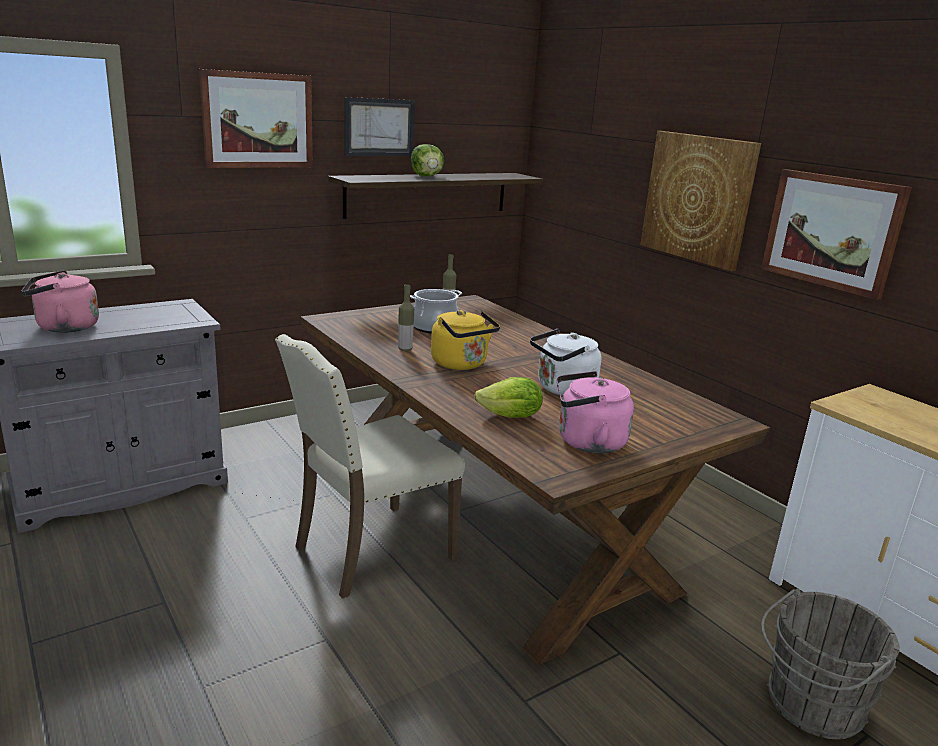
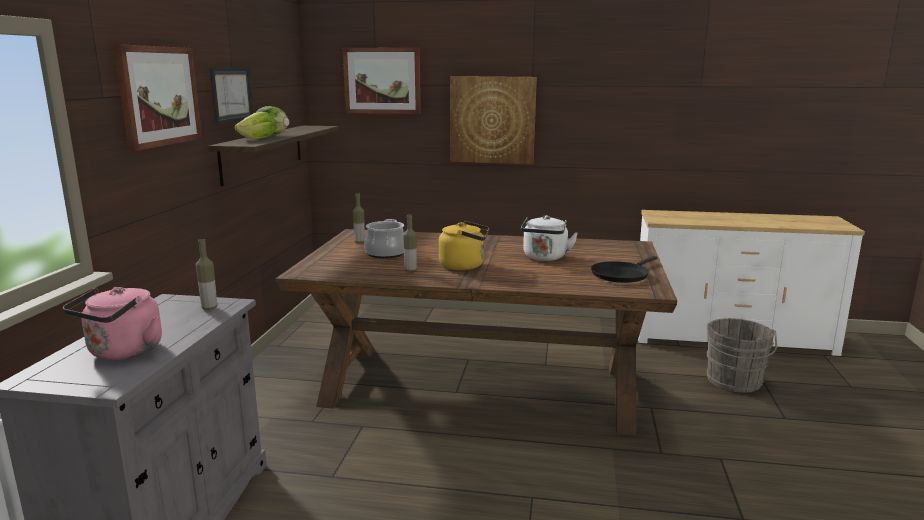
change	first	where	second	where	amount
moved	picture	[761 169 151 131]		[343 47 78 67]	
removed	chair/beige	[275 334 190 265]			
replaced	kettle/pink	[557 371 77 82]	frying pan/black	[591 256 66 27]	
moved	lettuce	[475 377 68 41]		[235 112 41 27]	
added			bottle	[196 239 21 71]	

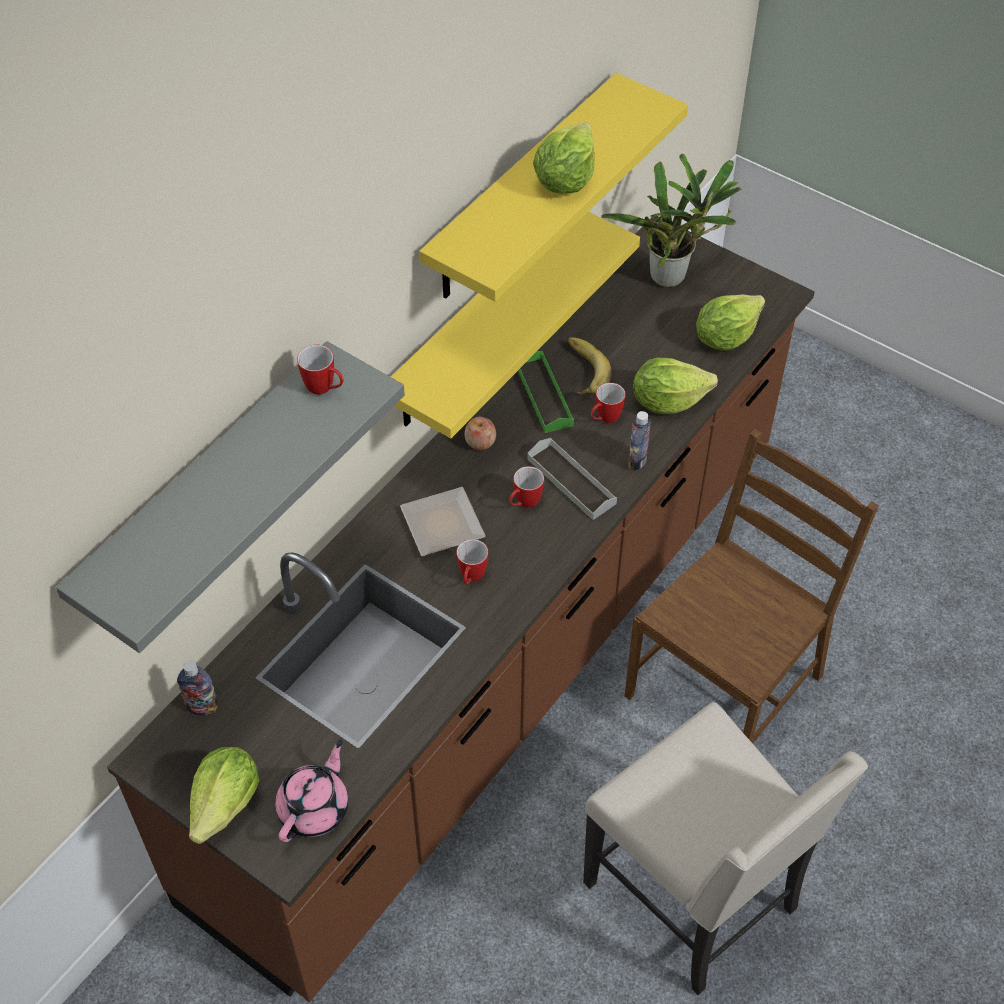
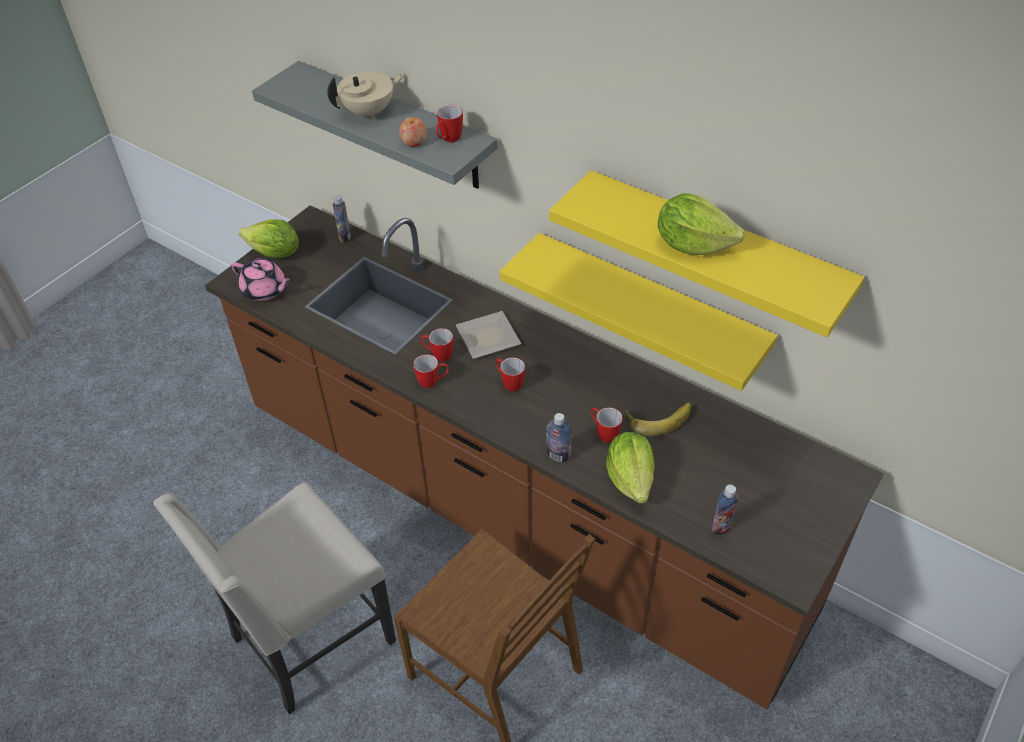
change	first	where	second	where	amount
removed	potted plant	[601 153 141 134]			
replaced	lettuce	[696 294 69 57]	bottle	[711 485 28 50]	
removed	tray/green	[518 351 56 82]			
moved	apple	[465 417 31 33]		[399 117 28 30]	
removed	tray/grey	[527 438 90 82]			
added			teapot/beige	[327 72 78 48]	
added			mug	[413 354 36 34]	

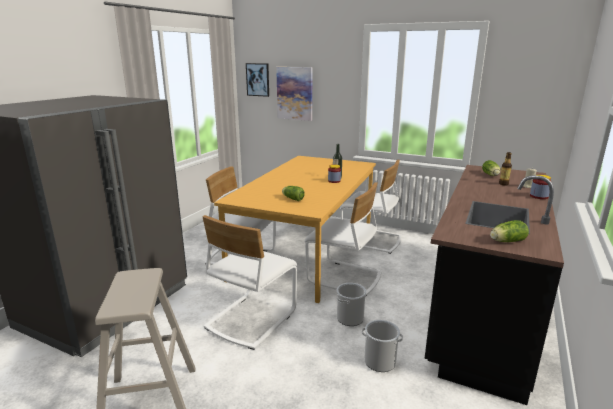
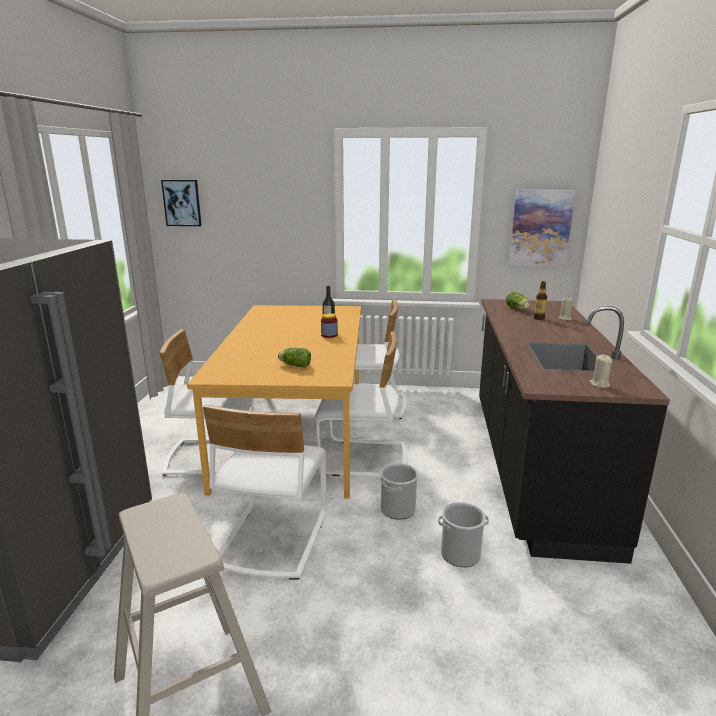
change	first	where	second	where	amount
moved	picture	[276 67 36 54]		[509 190 67 76]	
removed	jar	[530 175 21 24]			
replaced	lettuce	[490 220 39 22]	candle/beige	[589 355 23 33]	

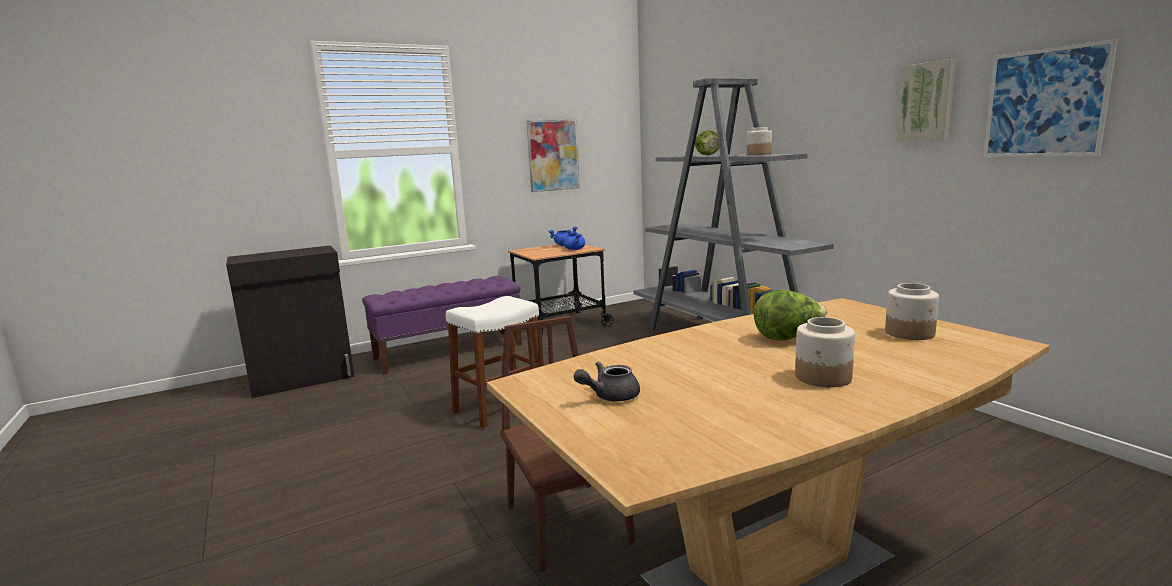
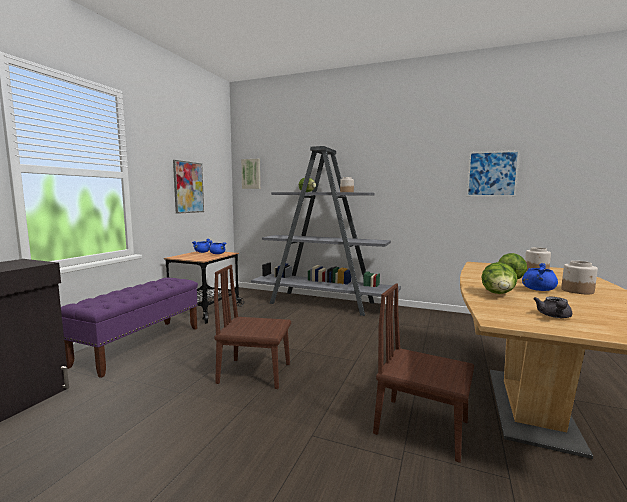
change	first	where	second	where	amount
moved	picture	[896 59 60 83]		[241 159 19 30]	
replaced	stool/white	[446 296 94 133]	chair/brown	[214 265 77 124]	
added			lettuce	[481 262 36 32]	
added			cooking pot/blue	[522 263 36 28]	

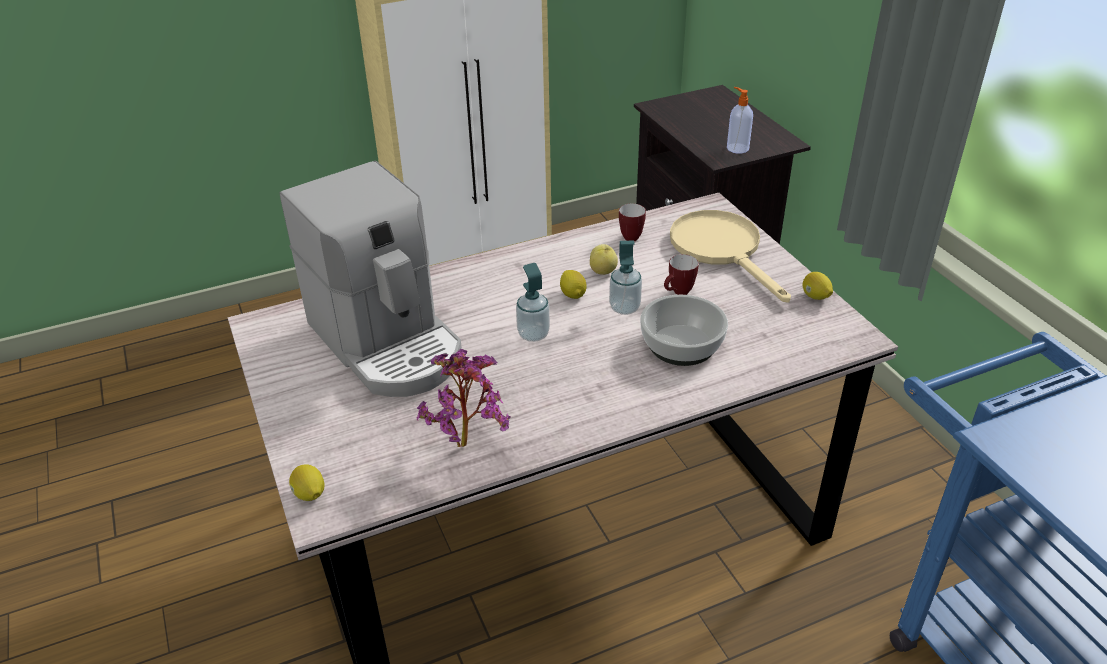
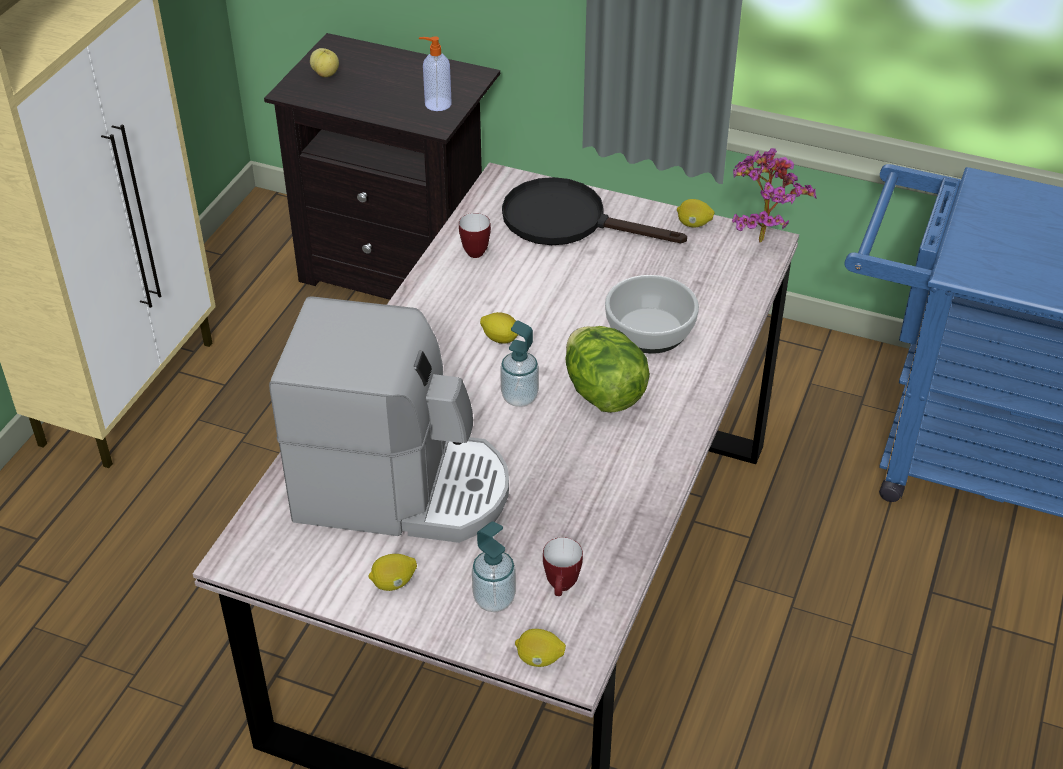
change	first	where	second	where	amount
recoloured	frying pan/beige	[670 210 121 93]	frying pan/black	[502 177 185 68]	
moved	soap dispenser	[609 241 33 74]		[472 521 44 91]	
moved	apple	[590 244 28 31]		[310 48 29 29]	
moved	mug	[664 254 35 41]		[543 537 40 59]	
moved	potted plant	[417 349 93 98]		[732 148 85 95]	
added			lettuce	[565 326 85 87]	
added			lemon	[368 554 49 37]	

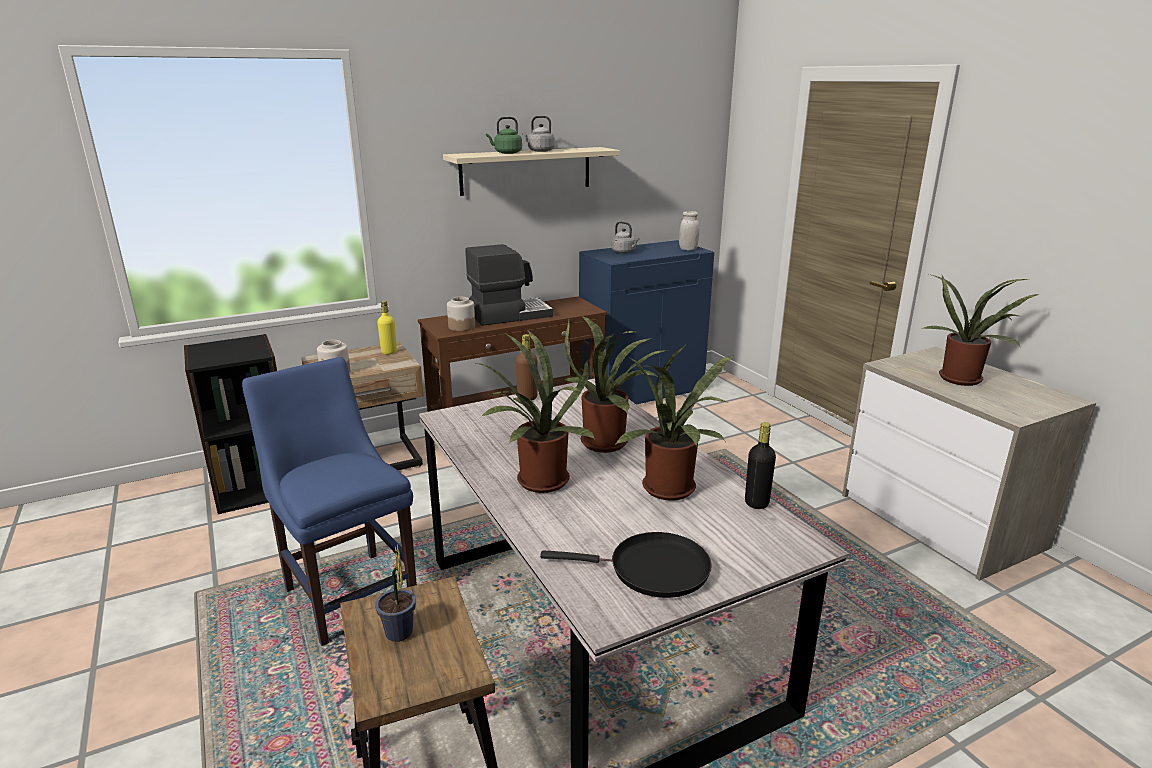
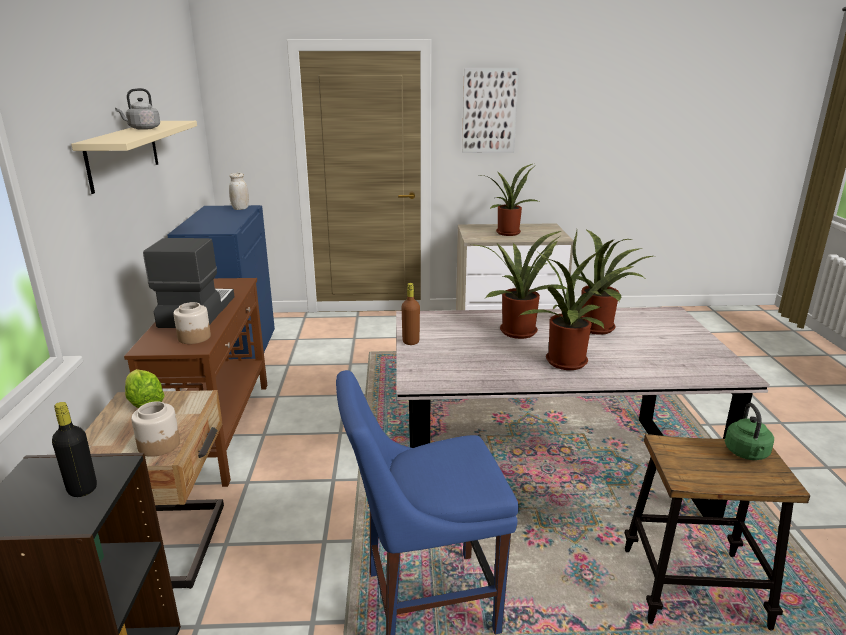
change	first	where	second	where	amount
moved	kettle/green	[486 117 36 37]		[725 403 49 57]	
removed	kettle/grey	[611 221 28 32]			
replaced	bottle/yellow	[377 301 20 54]	lettuce	[125 369 40 39]	
moved	bottle/black	[745 422 31 87]		[52 402 45 95]	
removed	frying pan/black	[540 532 172 66]			
removed	potted plant	[375 544 41 98]			
added			picture	[462 68 57 85]	

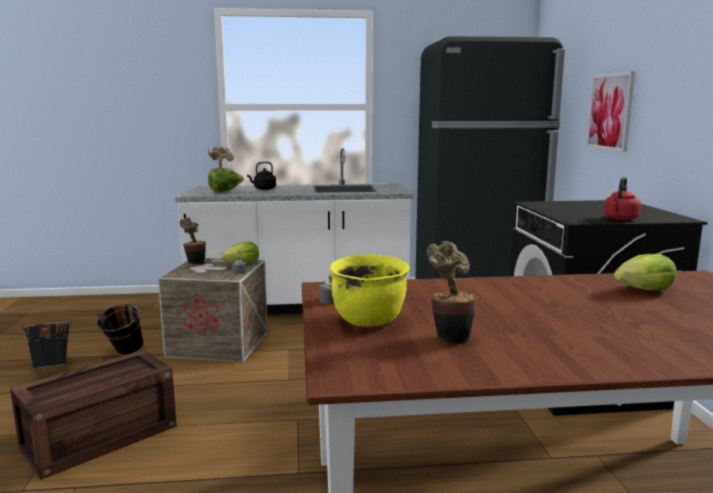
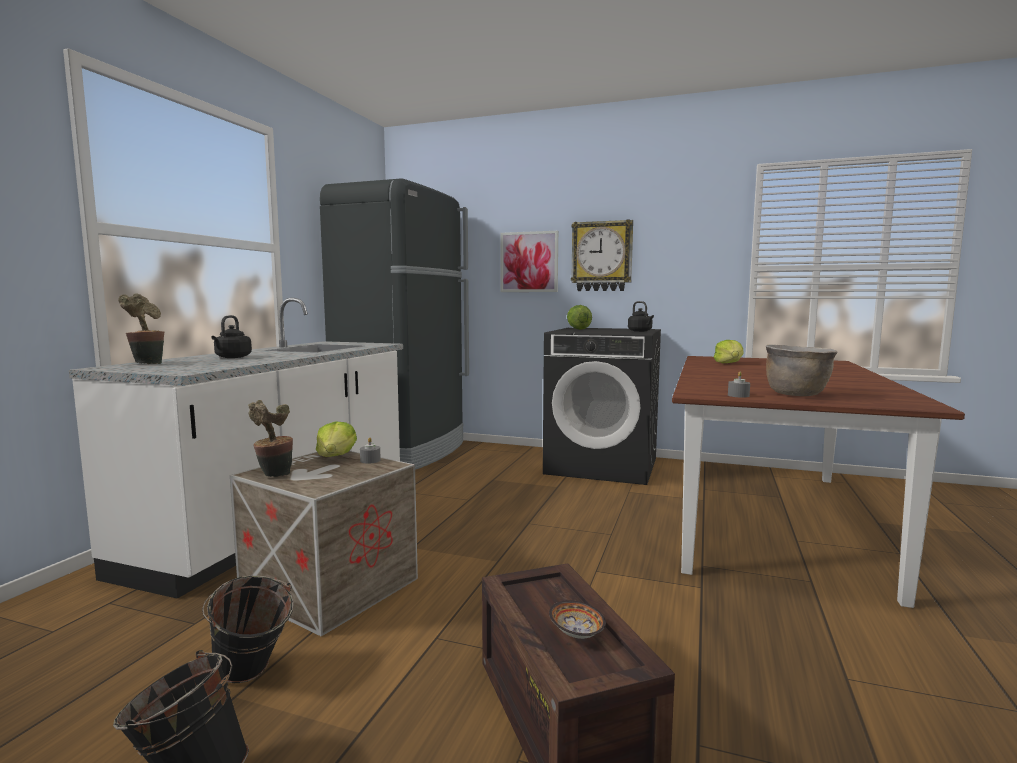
change	first	where	second	where	amount
moved	lettuce	[208 168 36 24]		[567 305 25 25]	
recoloured	kettle/red	[604 177 37 43]	kettle/black	[628 301 26 31]	
removed	potted plant	[426 241 52 103]			
recoloured	cooking pot/yellow	[330 254 80 73]	cooking pot/brown	[766 345 72 51]	
added			wall clock	[571 220 62 71]	
added			bowl	[549 600 57 39]	

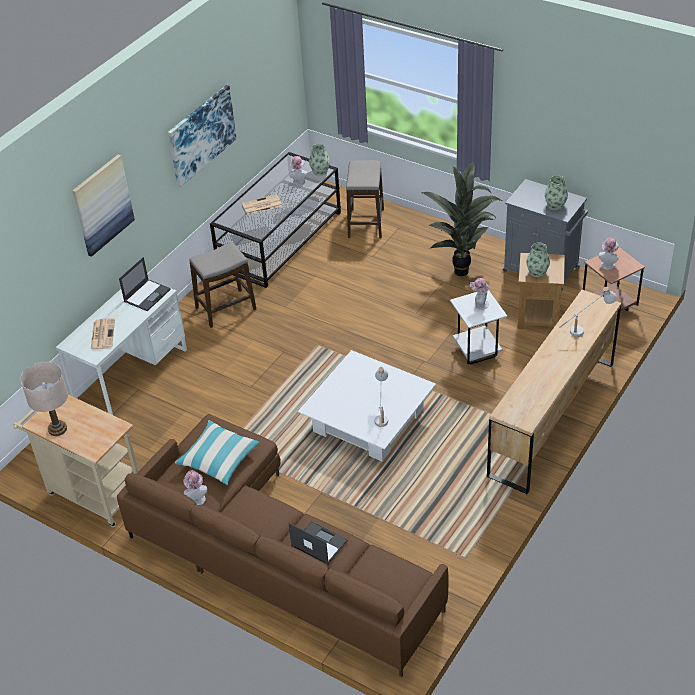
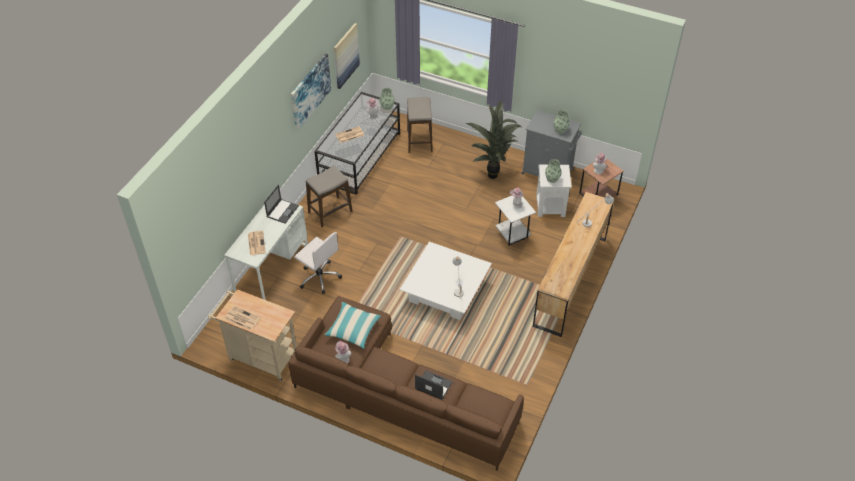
change	first	where	second	where	amount
moved	picture	[72 155 63 102]		[334 23 26 66]	
recoloured	side table/brown	[518 253 47 78]	side table/white	[536 165 36 52]	
replaced	table lamp/beige	[20 362 48 74]	newspaper	[224 306 36 24]	
added			office chair/white	[294 232 48 62]	

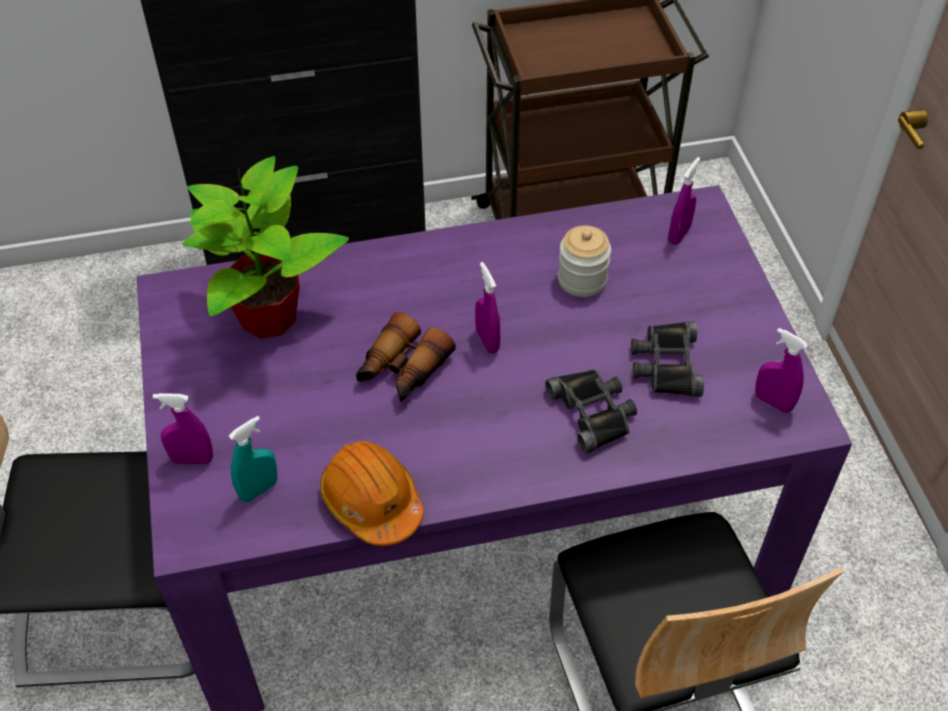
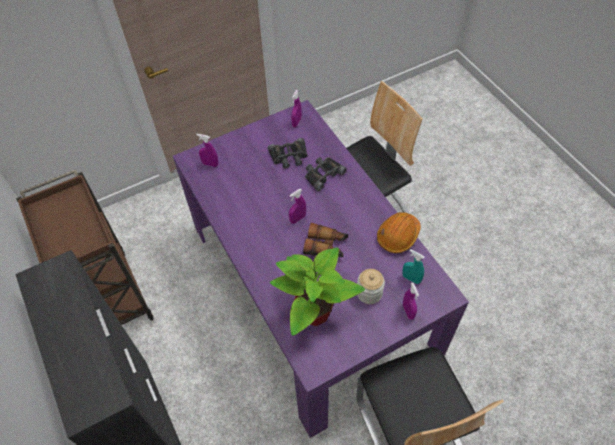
change	first	where	second	where	amount
moved	jar	[558 225 53 72]		[357 269 28 35]	

